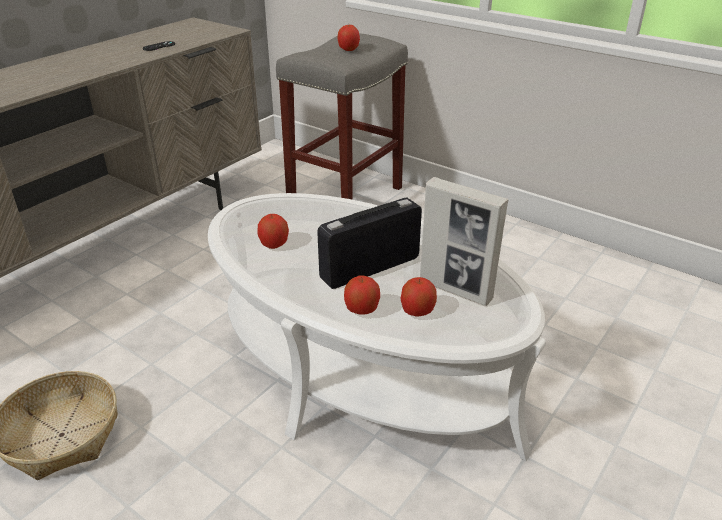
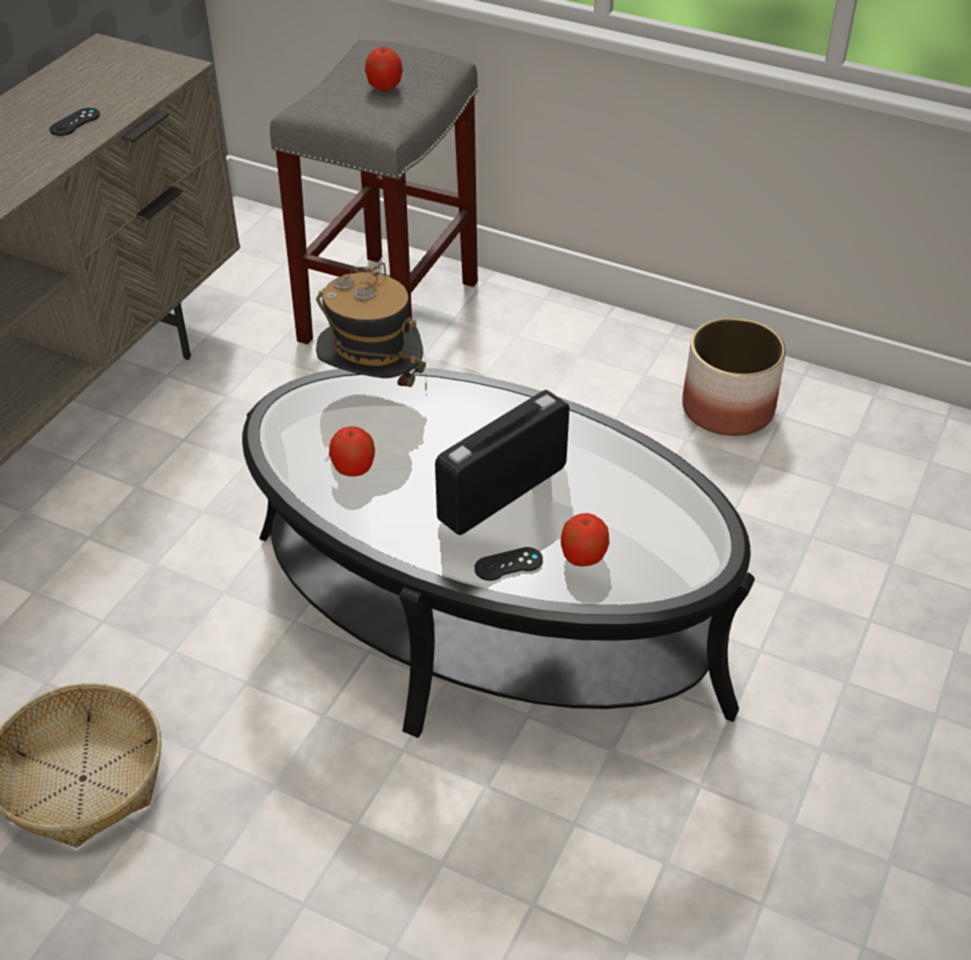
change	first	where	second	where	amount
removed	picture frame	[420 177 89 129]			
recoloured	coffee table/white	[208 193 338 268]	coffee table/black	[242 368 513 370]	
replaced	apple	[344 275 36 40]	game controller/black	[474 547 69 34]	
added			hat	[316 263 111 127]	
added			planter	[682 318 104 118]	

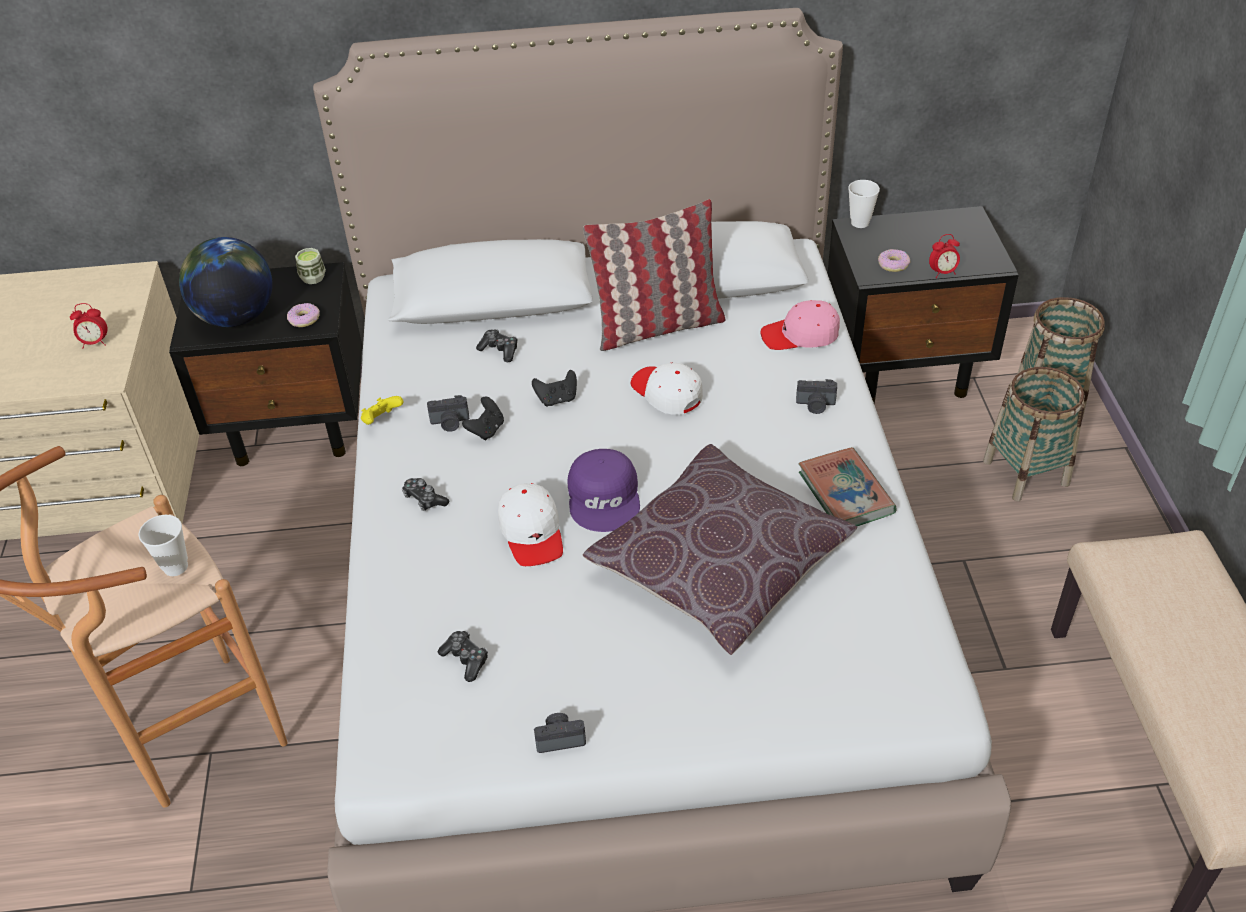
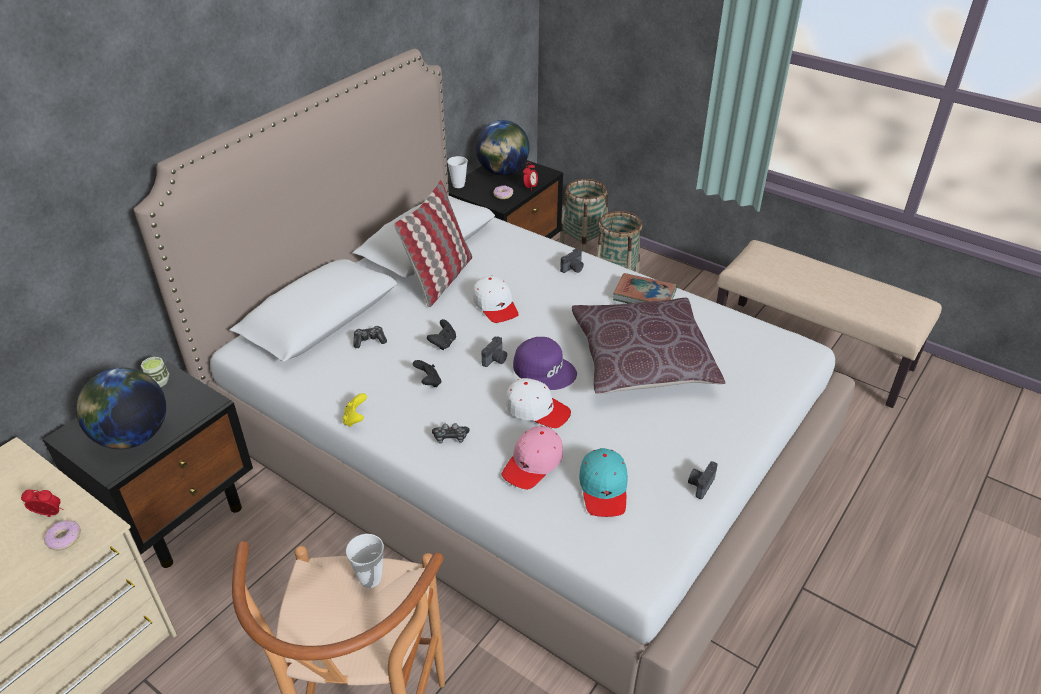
change	first	where	second	where	amount
moved	cap/pink	[761 300 79 50]		[502 426 61 64]	
turned	alarm clock	[70 303 38 45]		[21 490 43 27]	120 degrees counterclockwise
moved	donut	[287 303 33 24]		[44 520 37 31]	
turned	cap/white	[631 363 72 52]		[473 276 46 47]	120 degrees counterclockwise
moved	photo camera	[427 395 42 37]		[481 336 26 31]	
replaced	game controller	[438 631 50 51]	cap/turquoise	[579 448 49 69]	
added			globe	[475 120 55 55]	

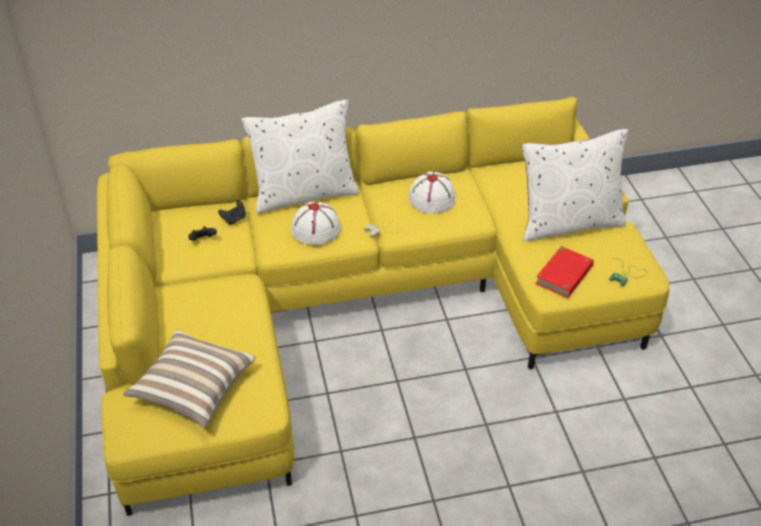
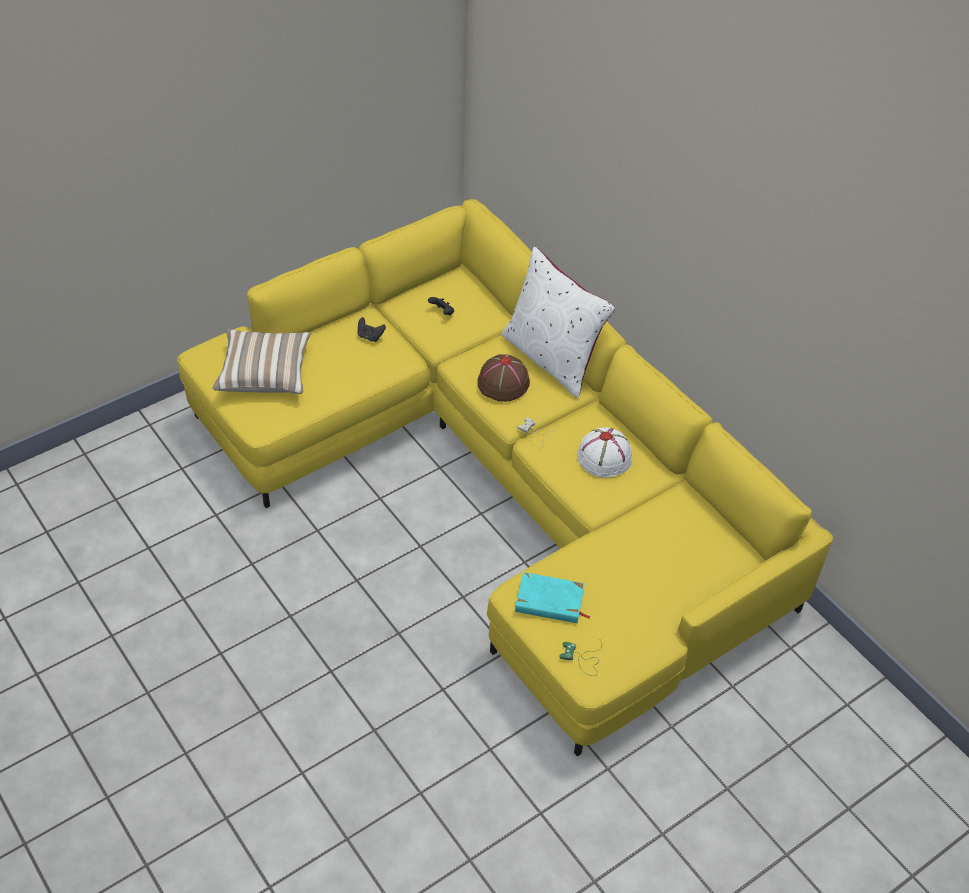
change	first	where	second	where	amount
removed	pillow/white	[522 129 106 112]			
moved	game controller/black	[218 200 28 25]		[358 317 28 25]	
recoloured	hat/white	[291 202 50 43]	hat/brown	[477 354 53 48]	
recoloured	book/red	[535 246 59 52]	book/turquoise	[515 572 76 51]	

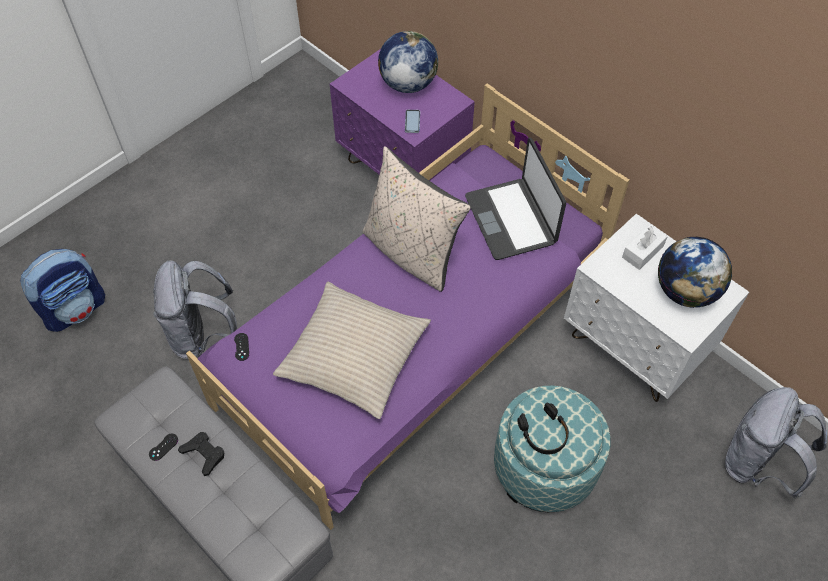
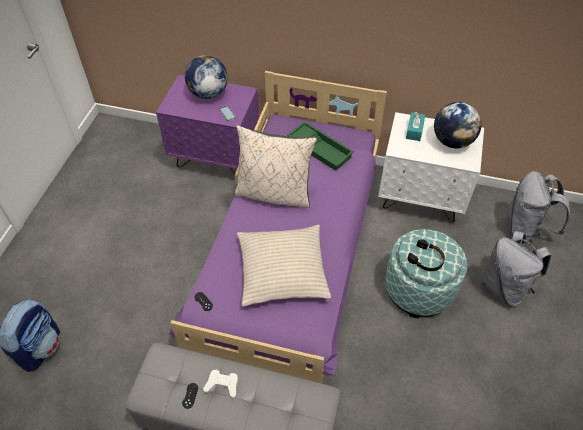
change	first	where	second	where	amount
replaced	laptop	[465 138 101 122]	tray/green	[287 121 67 50]	
recoloured	tissue box/white	[622 224 46 46]	tissue box/turquoise	[406 112 19 29]	
moved	backpack/grey	[153 260 84 99]		[481 231 71 76]	
recoloured	game controller/black	[178 432 46 44]	game controller/white	[203 370 35 29]	

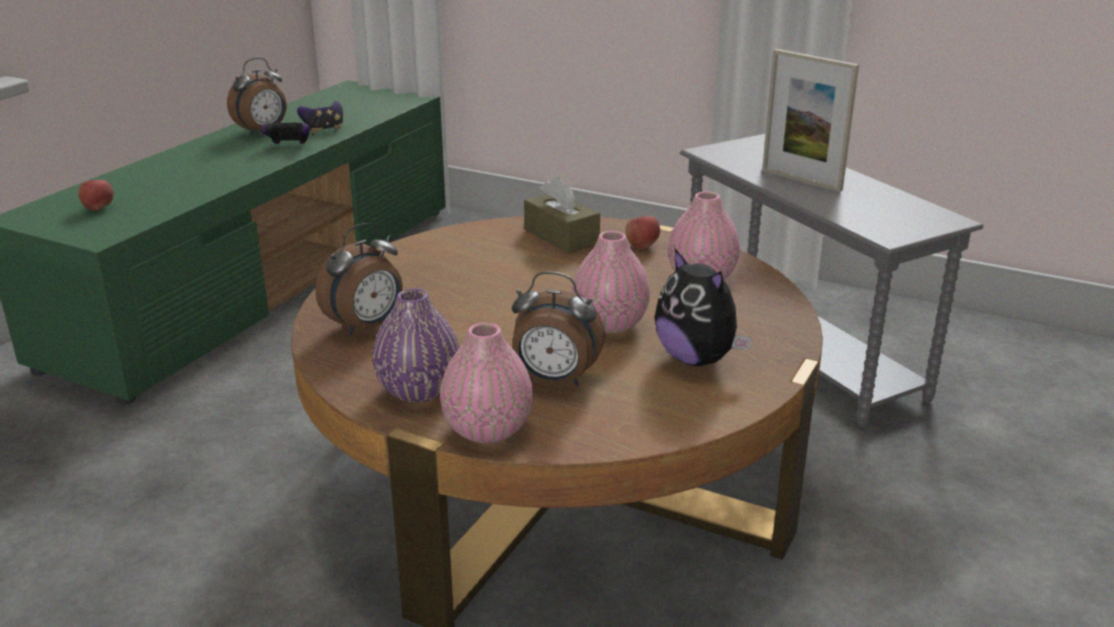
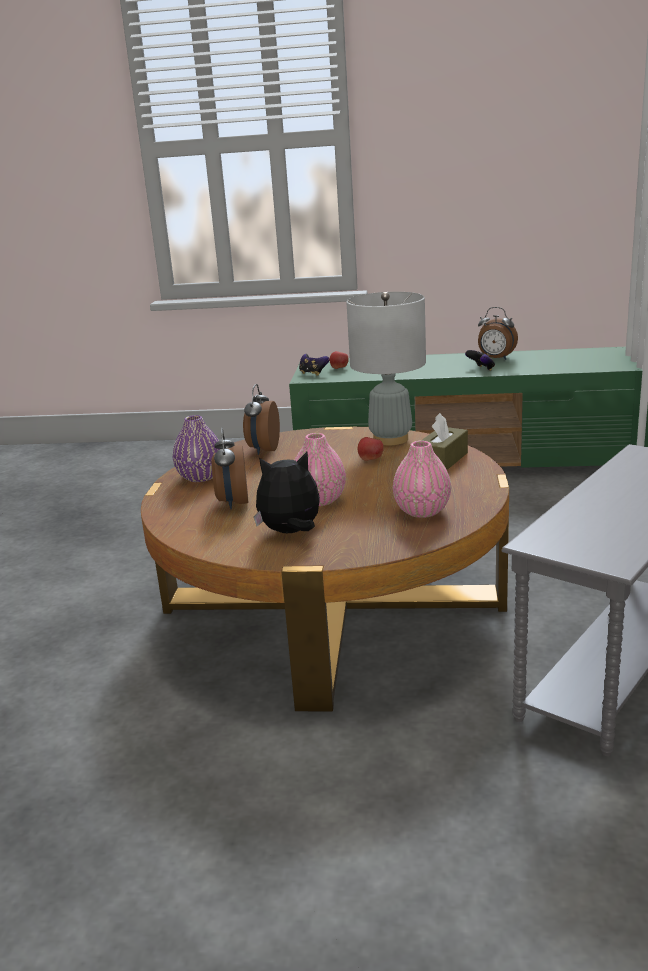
change	first	where	second	where	amount
removed	picture frame	[762 49 97 143]			
moved	game controller	[297 101 46 33]		[299 354 30 22]	
moved	apple	[625 216 35 33]		[358 437 26 24]	
turned	alarm clock	[315 223 88 112]		[243 384 37 71]	75 degrees clockwise
turned	plush toy	[654 249 98 117]		[254 452 66 81]	45 degrees clockwise
removed	vase/pink	[440 323 93 121]			
added			table lamp/grey	[346 292 80 153]	

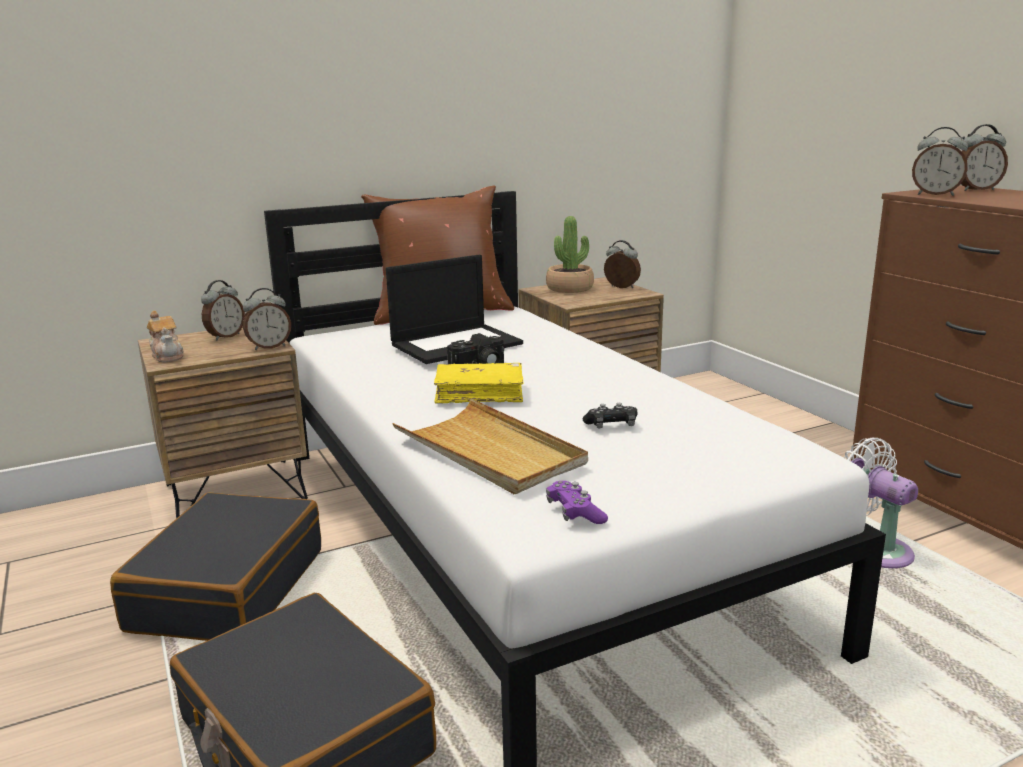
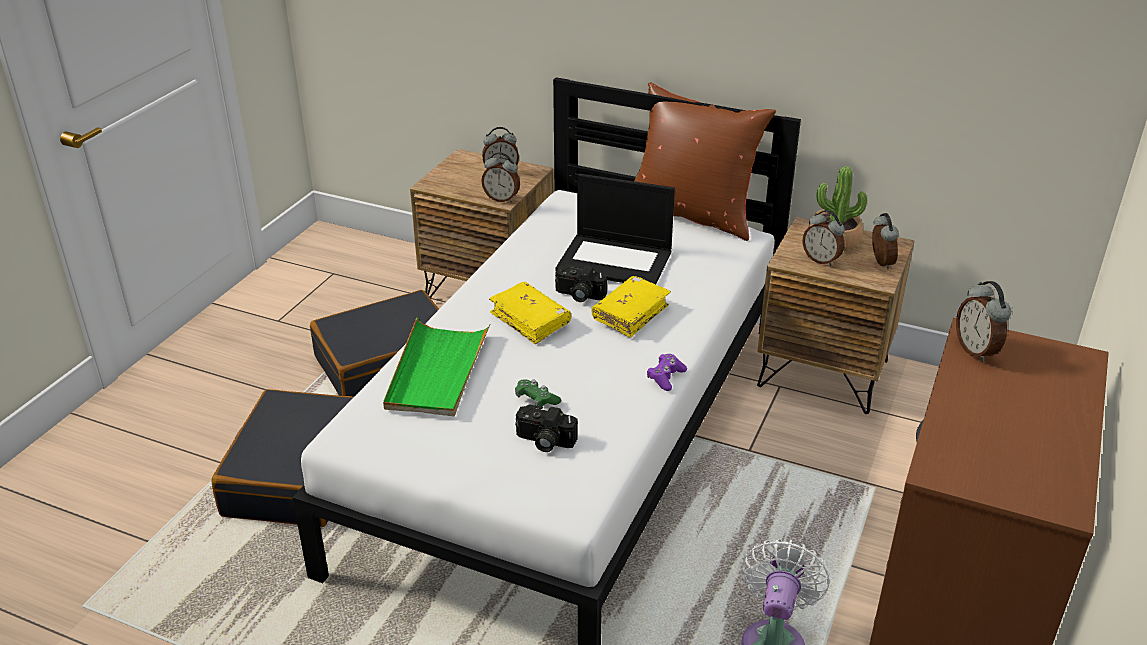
change	first	where	second	where	amount
moved	alarm clock	[961 124 47 67]		[803 210 42 56]	
removed	teapot	[147 311 37 52]			
recoloured	tray/beige	[392 398 196 96]	tray/green	[383 318 107 98]	
recoloured	game controller/black	[582 403 55 25]	game controller/green	[515 379 46 28]	
moved	game controller/purple	[546 481 62 43]		[647 354 40 37]	
added			book/yellow	[592 276 79 62]	
added			photo camera	[515 405 63 47]	

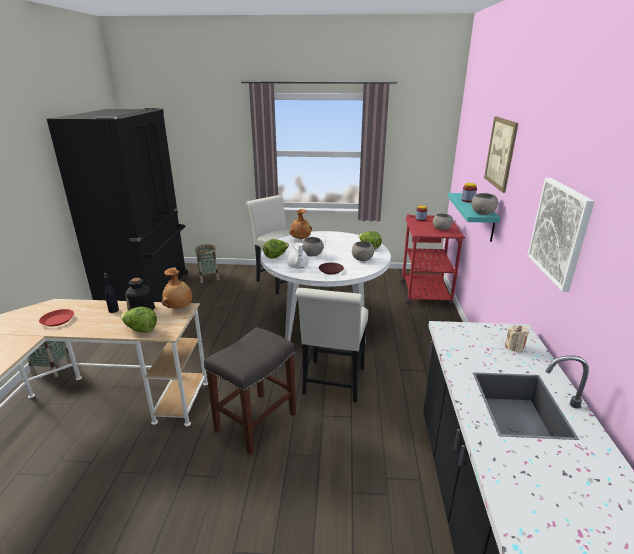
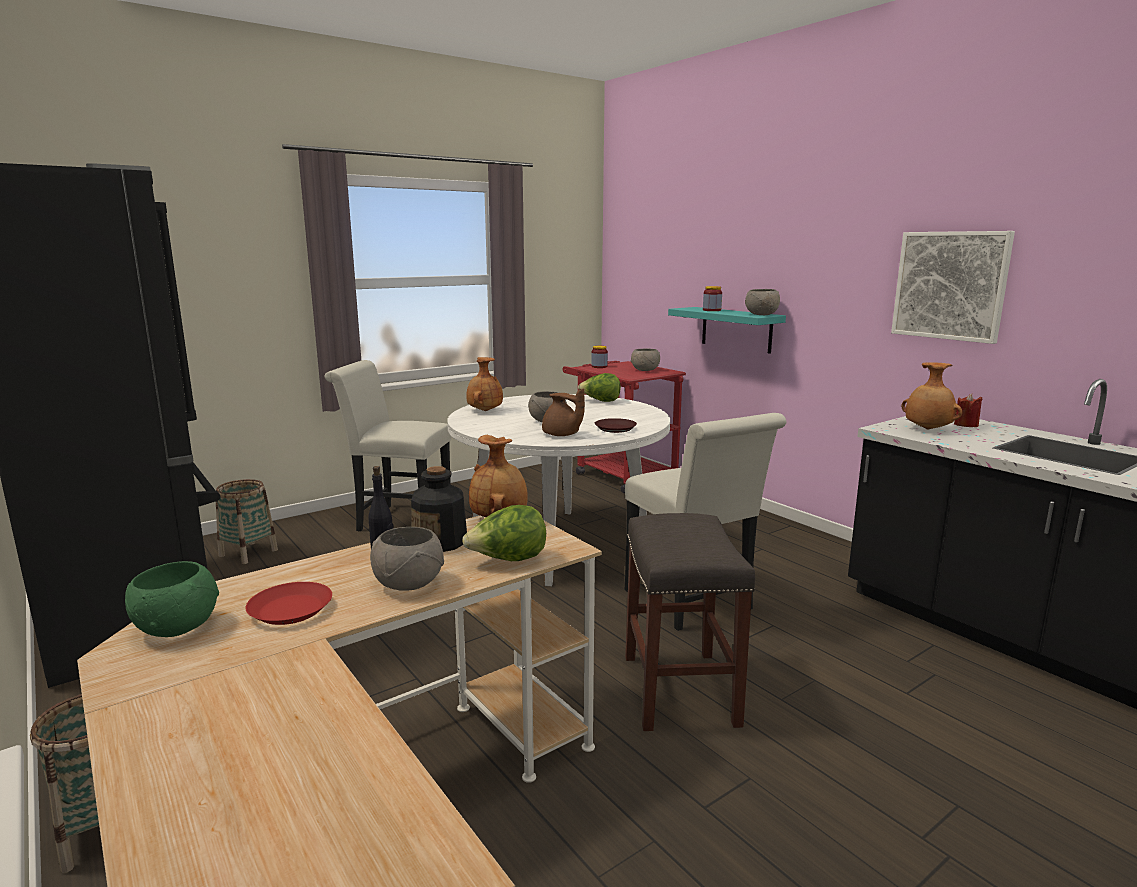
change	first	where	second	where	amount
removed	picture	[484 116 34 77]			
removed	lettuce	[263 239 26 20]			
moved	bowl/grey	[352 241 22 20]		[370 527 74 64]	
recoloured	teapot/white	[288 243 20 25]	teapot/brown	[542 388 43 48]	
recoloured	candle/beige	[505 325 24 27]	candle/red	[954 393 29 34]	
added			vase/brown	[901 362 61 67]	
added			bowl/green	[125 561 94 76]	

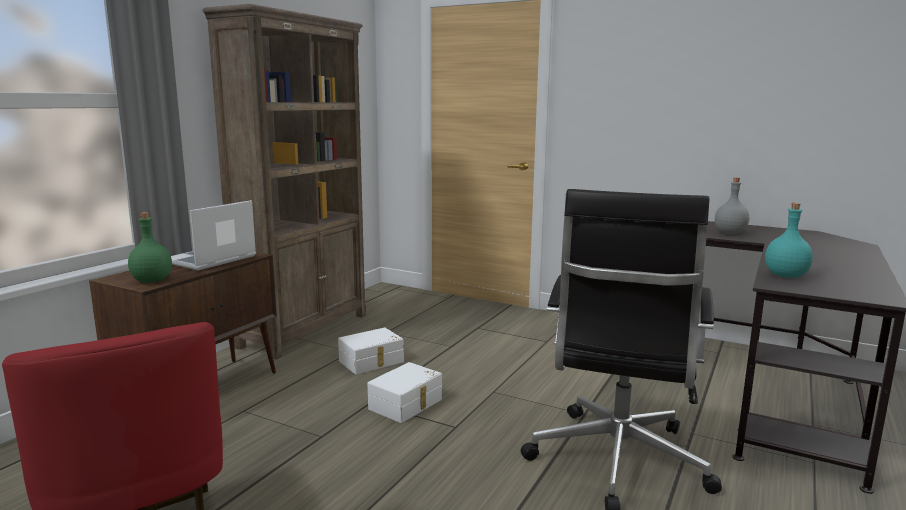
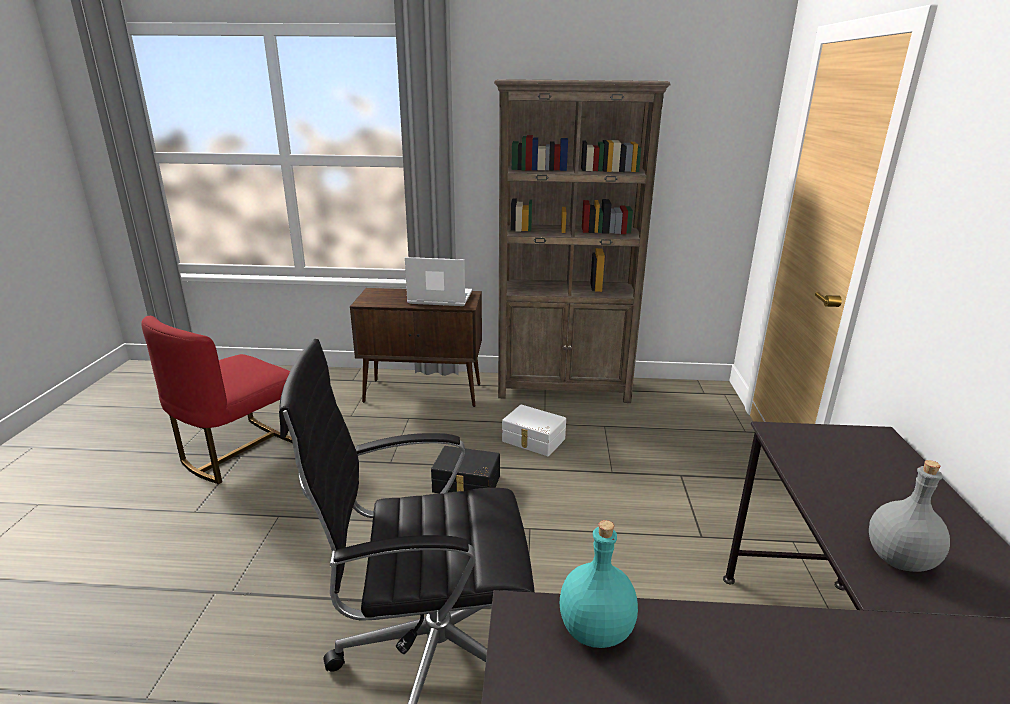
change	first	where	second	where	amount
removed	bottle/green	[128 212 44 71]			
recoloured	storage box/white	[368 362 74 61]	storage box/black	[431 446 69 48]	

